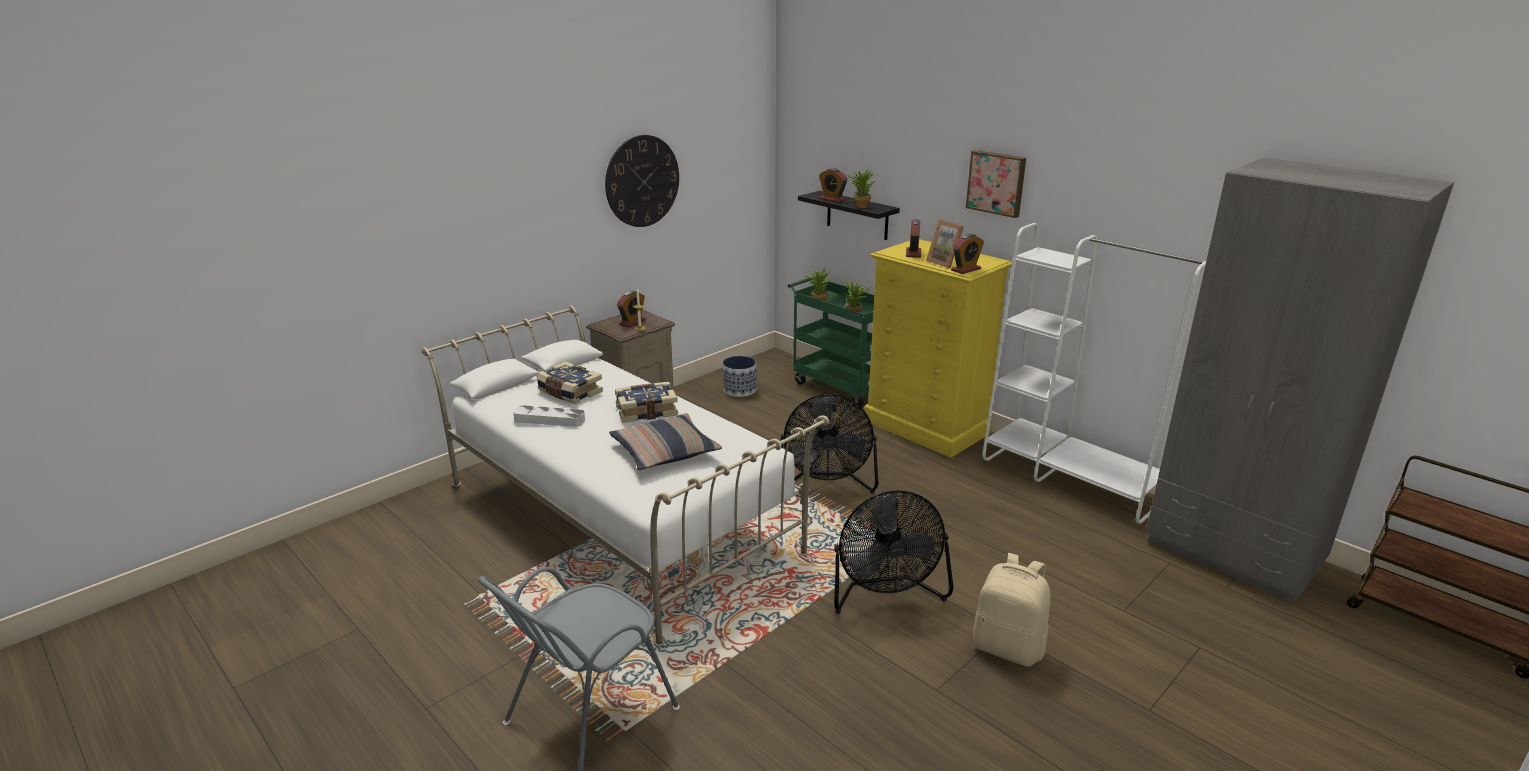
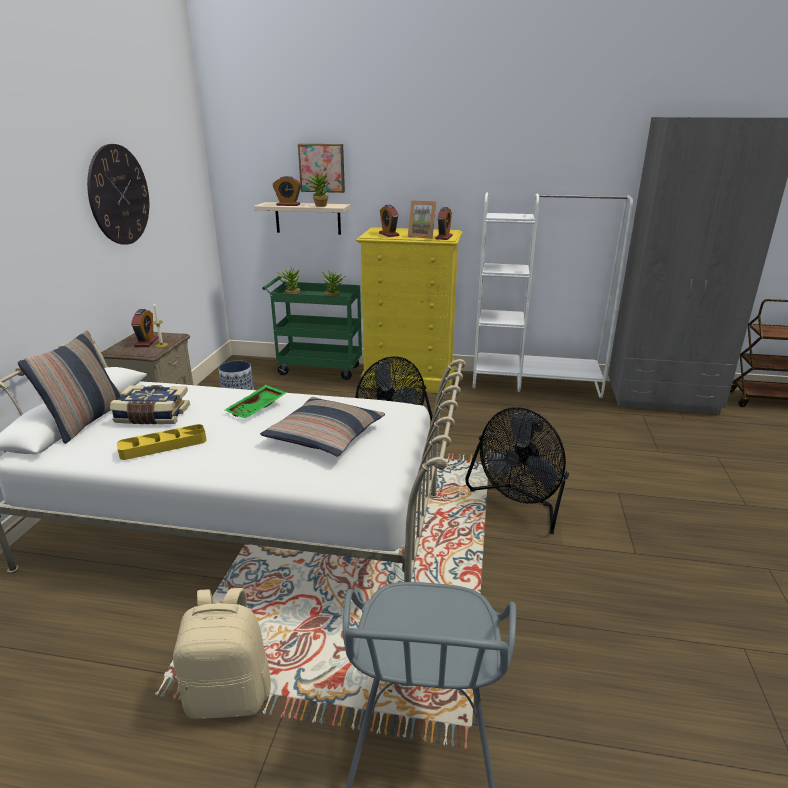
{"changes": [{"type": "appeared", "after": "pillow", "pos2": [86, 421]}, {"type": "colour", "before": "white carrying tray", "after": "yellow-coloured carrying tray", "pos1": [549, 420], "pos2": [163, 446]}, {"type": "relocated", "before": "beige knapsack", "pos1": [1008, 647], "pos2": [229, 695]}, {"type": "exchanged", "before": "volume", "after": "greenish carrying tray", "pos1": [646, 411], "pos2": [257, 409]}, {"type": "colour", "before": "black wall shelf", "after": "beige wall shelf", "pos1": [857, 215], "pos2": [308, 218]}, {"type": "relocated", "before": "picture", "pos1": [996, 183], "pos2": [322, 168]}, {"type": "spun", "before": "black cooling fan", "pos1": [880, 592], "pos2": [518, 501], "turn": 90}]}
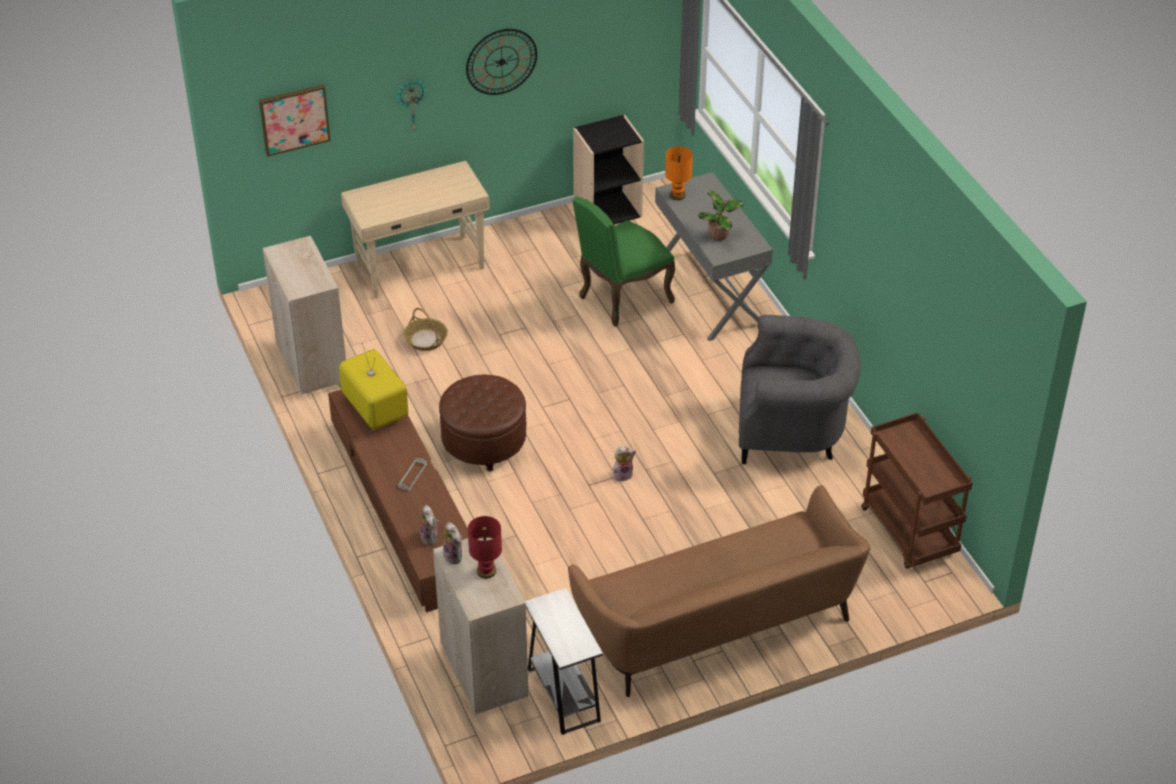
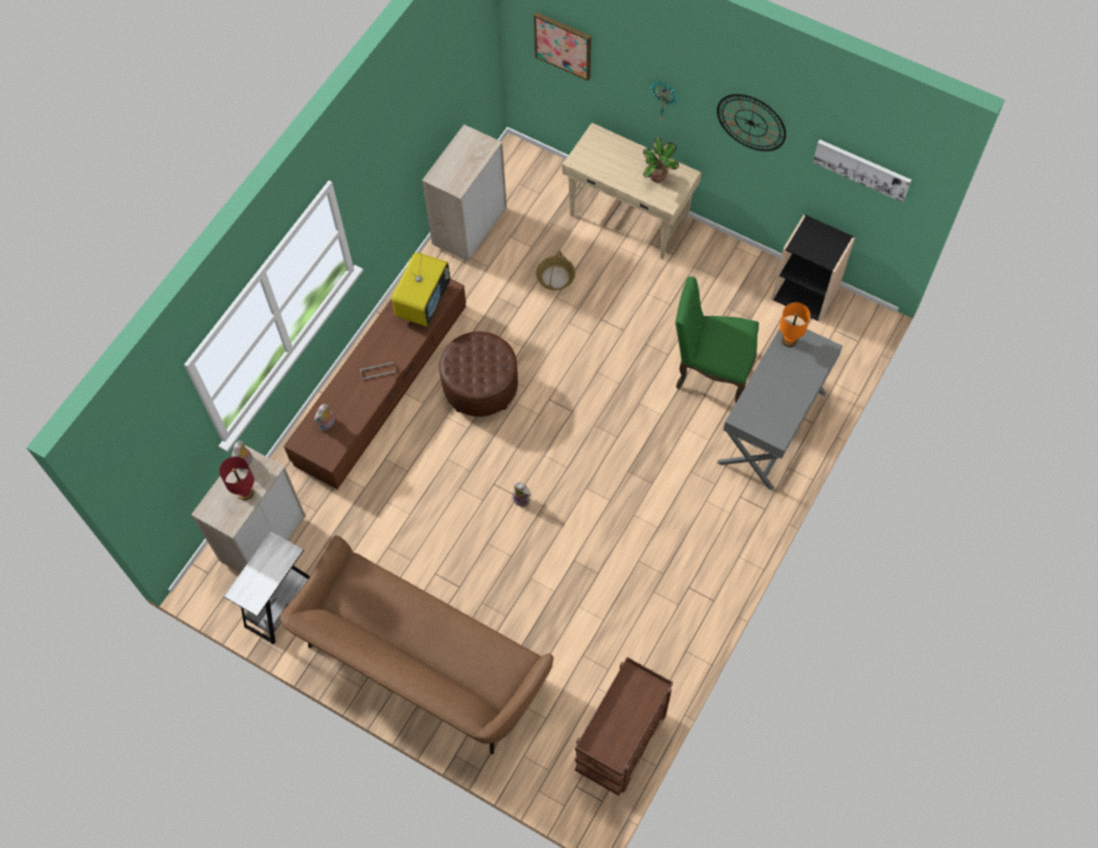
{"changes": [{"type": "relocated", "before": "potted plant", "pos1": [720, 236], "pos2": [658, 177]}, {"type": "appeared", "after": "picture", "pos2": [862, 169]}, {"type": "missing", "before": "grey easy chair", "pos1": [792, 433]}]}
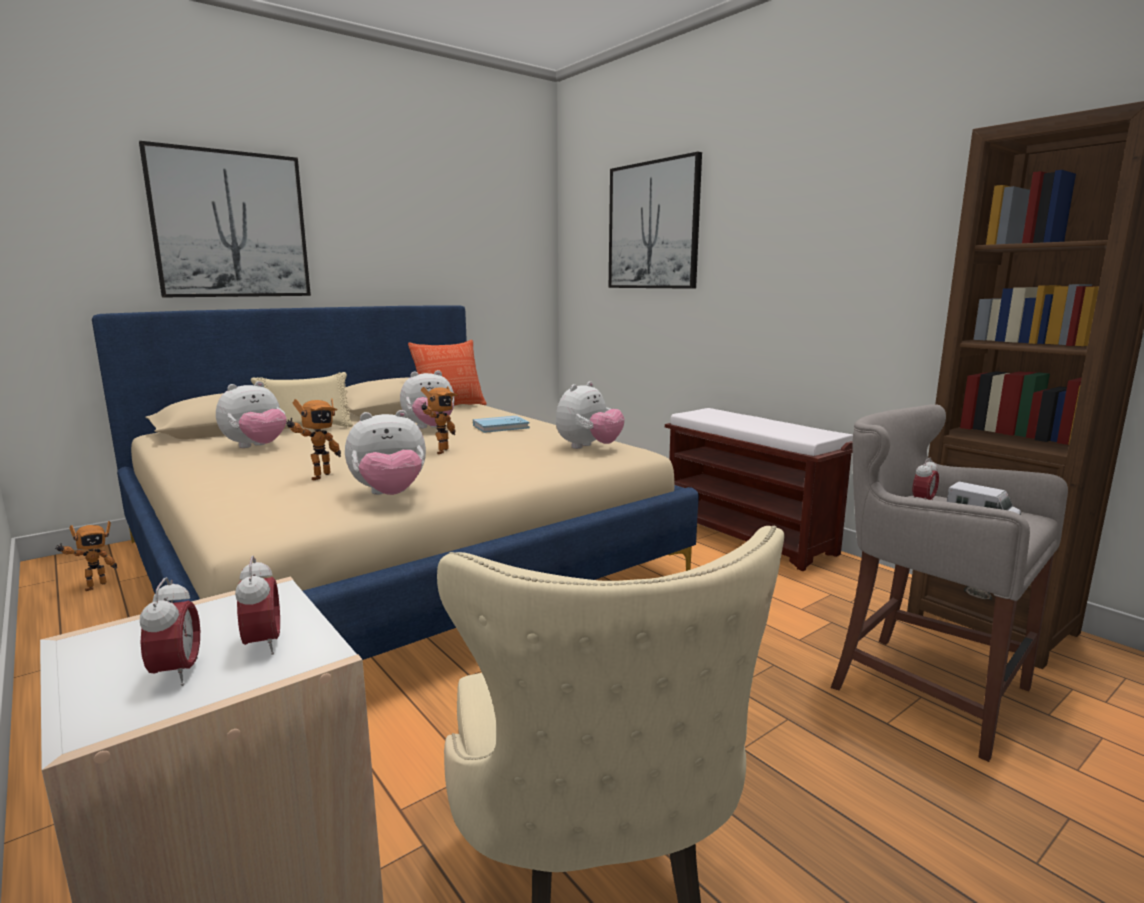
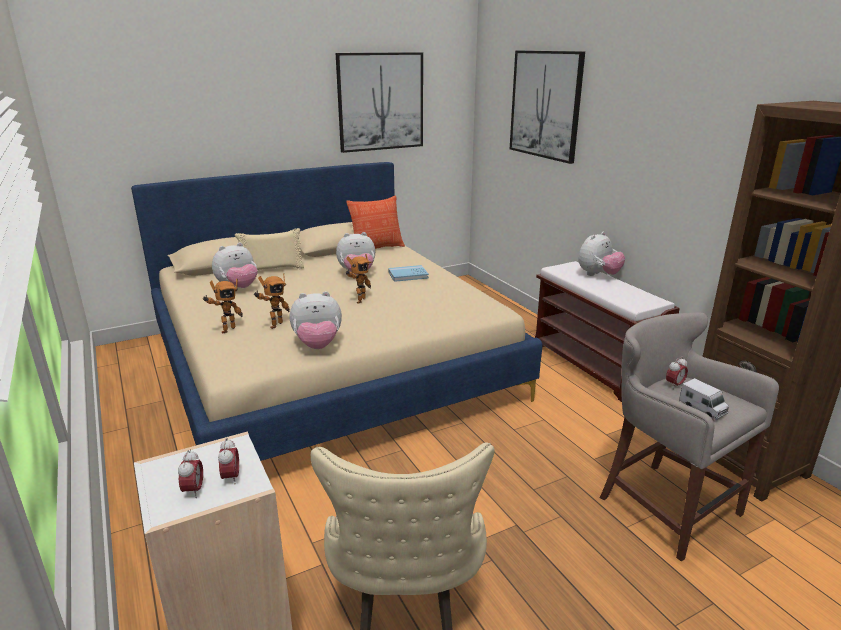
{"changes": [{"type": "relocated", "before": "toy robot", "pos1": [94, 586], "pos2": [227, 329]}, {"type": "relocated", "before": "picture", "pos1": [231, 225], "pos2": [380, 102]}, {"type": "relocated", "before": "cuddly toy", "pos1": [588, 447], "pos2": [598, 275]}]}
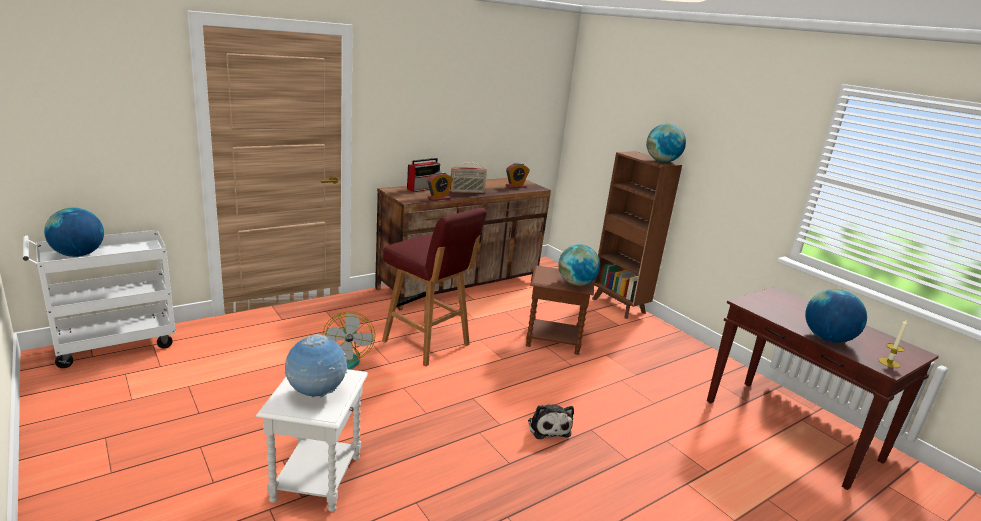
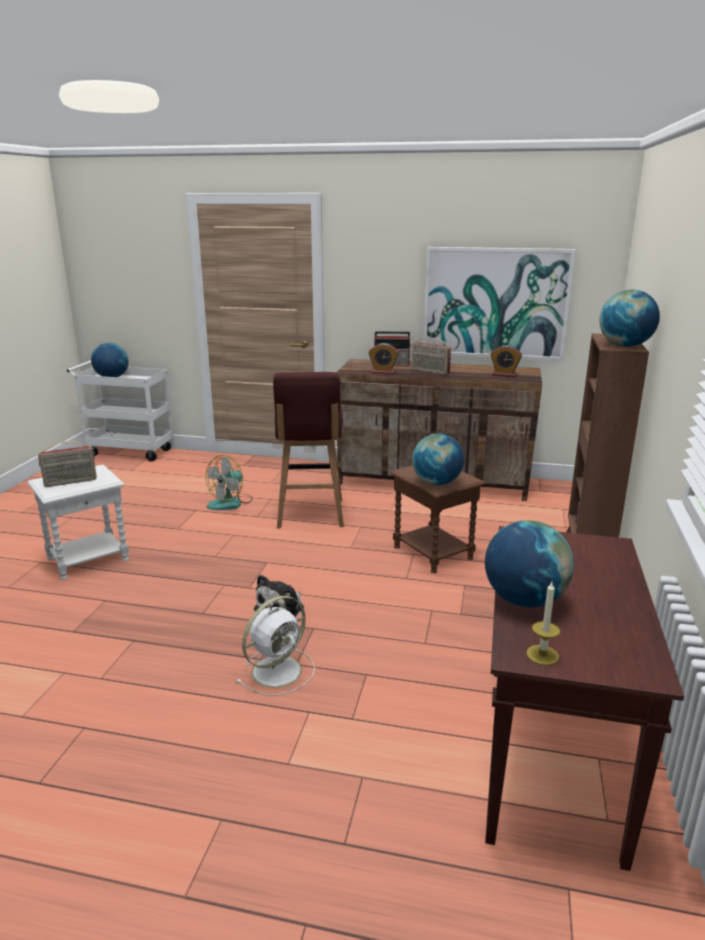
{"changes": [{"type": "exchanged", "before": "desk globe", "after": "radio set", "pos1": [316, 394], "pos2": [70, 482]}, {"type": "appeared", "after": "white cooling fan", "pos2": [278, 670]}, {"type": "appeared", "after": "picture", "pos2": [495, 303]}]}
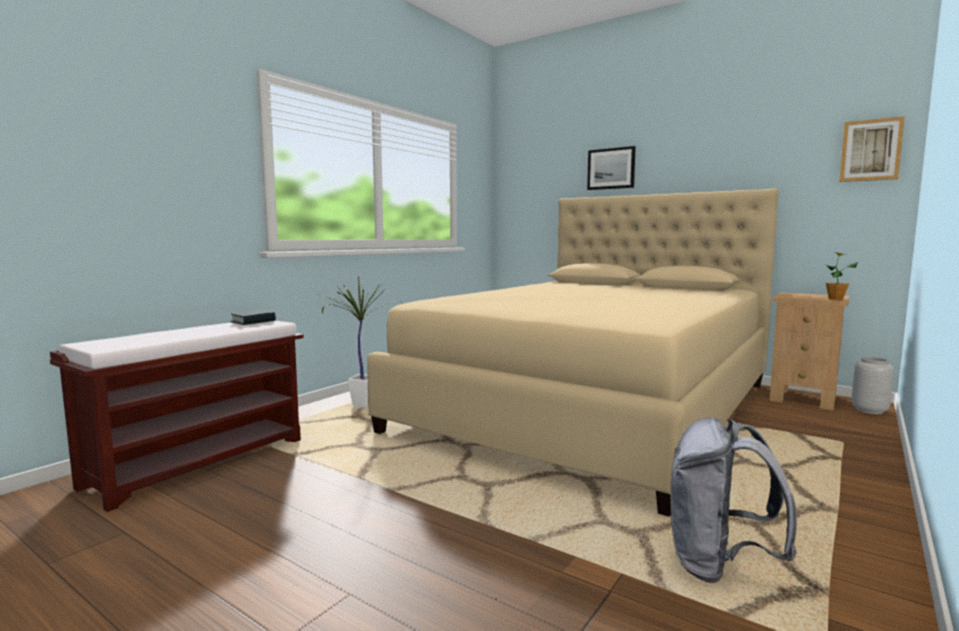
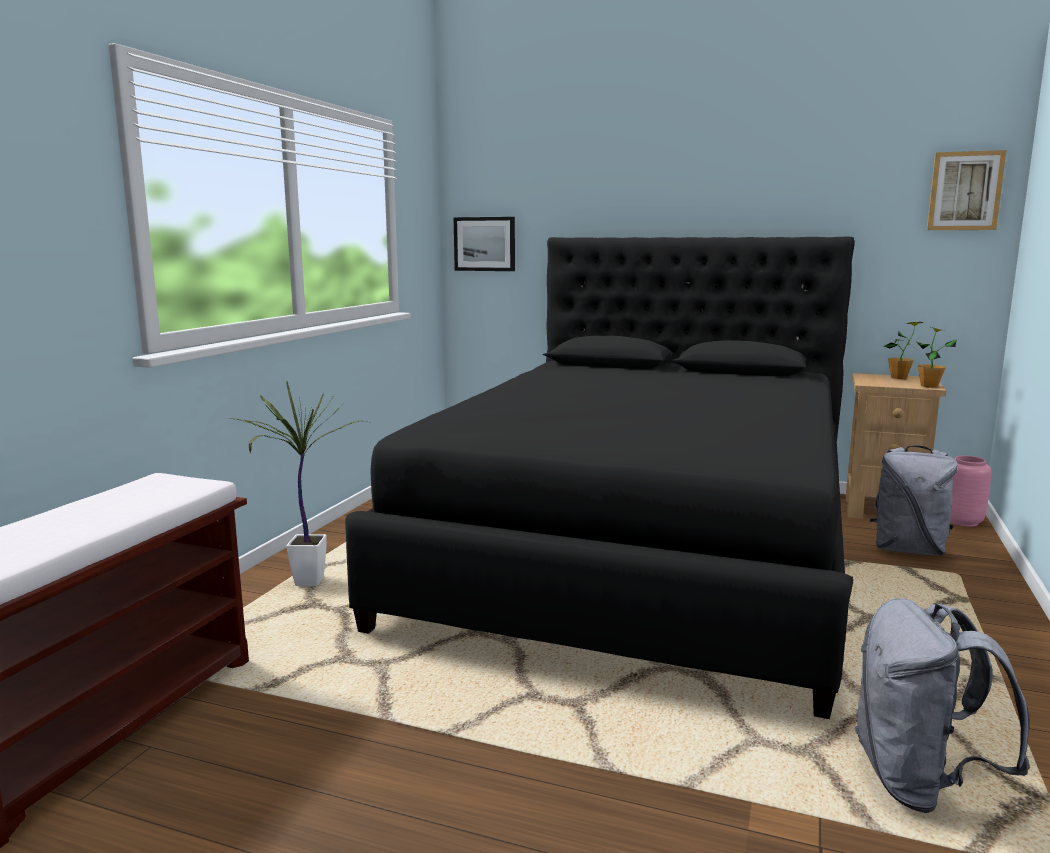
{"changes": [{"type": "colour", "before": "beige bedroom bed", "after": "black bedroom bed", "pos1": [594, 406], "pos2": [642, 549]}, {"type": "relocated", "before": "picture", "pos1": [611, 168], "pos2": [485, 244]}, {"type": "appeared", "after": "grey knapsack", "pos2": [908, 549]}, {"type": "appeared", "after": "potted plant", "pos2": [899, 378]}, {"type": "colour", "before": "grey flower vase", "after": "pink-coloured flower vase", "pos1": [869, 410], "pos2": [961, 521]}, {"type": "missing", "before": "volume", "pos1": [253, 321]}]}
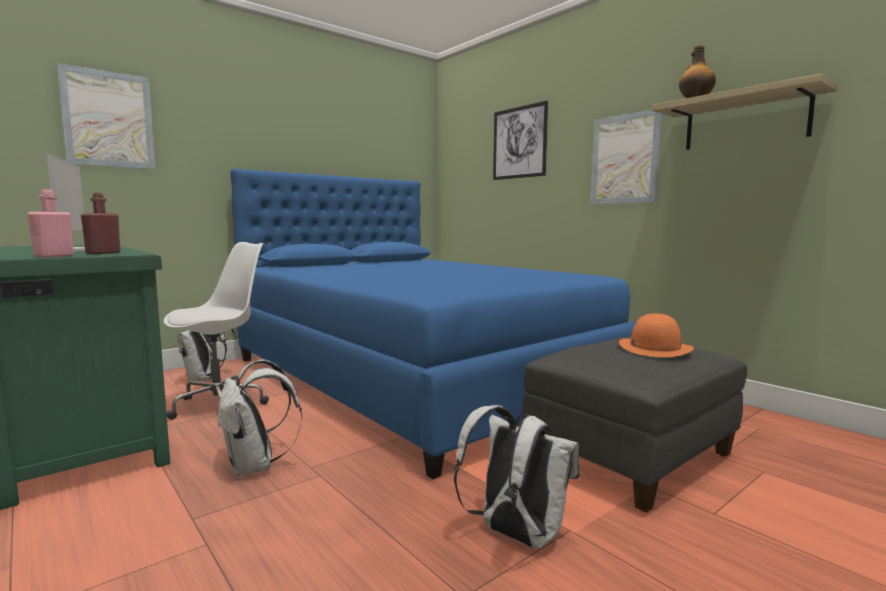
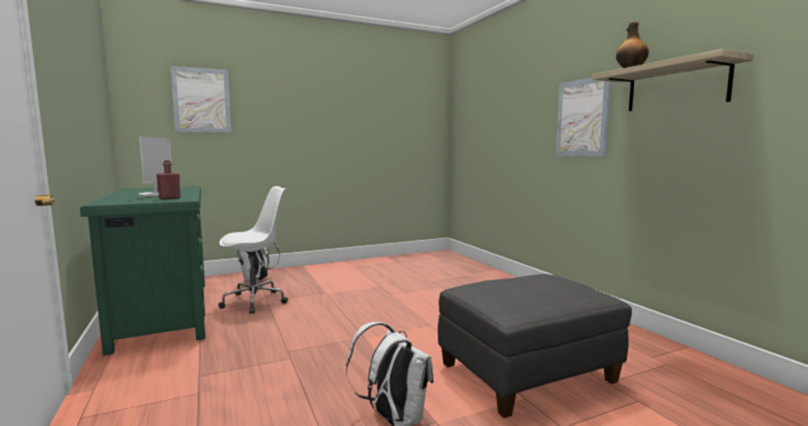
{"changes": [{"type": "missing", "before": "pink-coloured drink bottle", "pos1": [54, 256]}, {"type": "missing", "before": "white knapsack", "pos1": [255, 466]}, {"type": "missing", "before": "bluish bedroom bed", "pos1": [419, 375]}, {"type": "missing", "before": "picture", "pos1": [519, 142]}, {"type": "missing", "before": "orange-coloured hat", "pos1": [655, 348]}]}
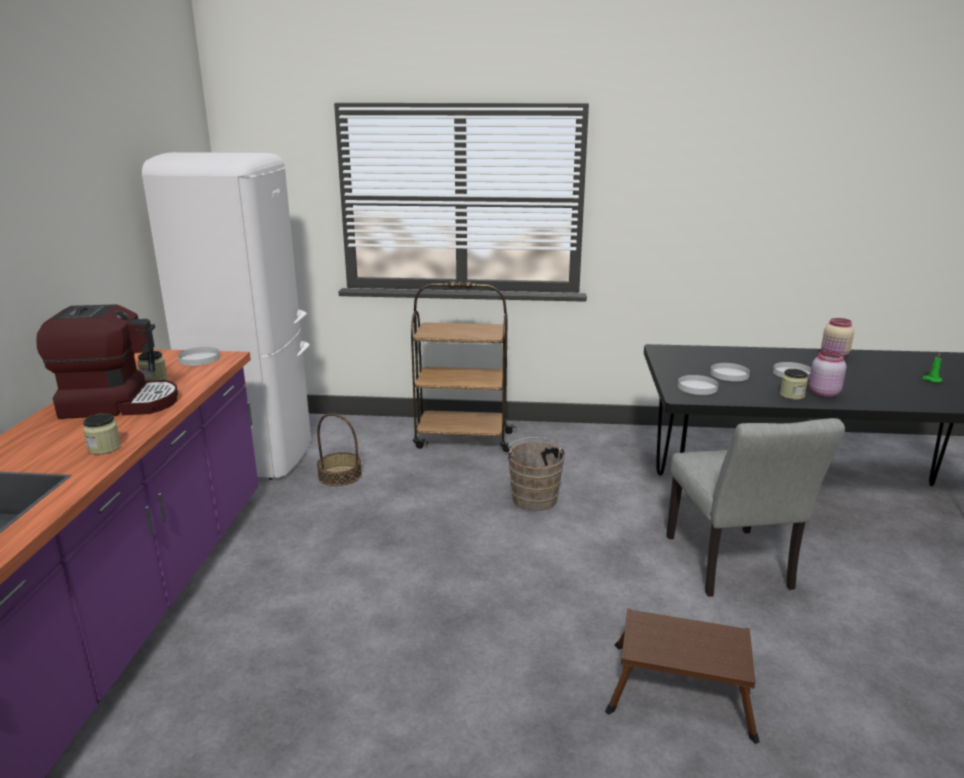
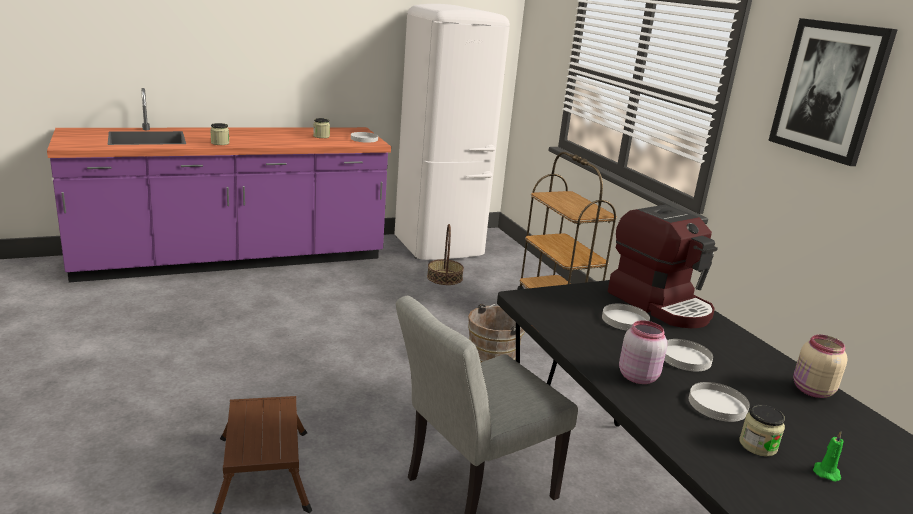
{"changes": [{"type": "relocated", "before": "coffee brewer", "pos1": [119, 403], "pos2": [660, 304]}, {"type": "relocated", "before": "white plate", "pos1": [697, 387], "pos2": [718, 405]}, {"type": "relocated", "before": "jar", "pos1": [792, 395], "pos2": [757, 445]}, {"type": "appeared", "after": "picture", "pos2": [829, 90]}]}
